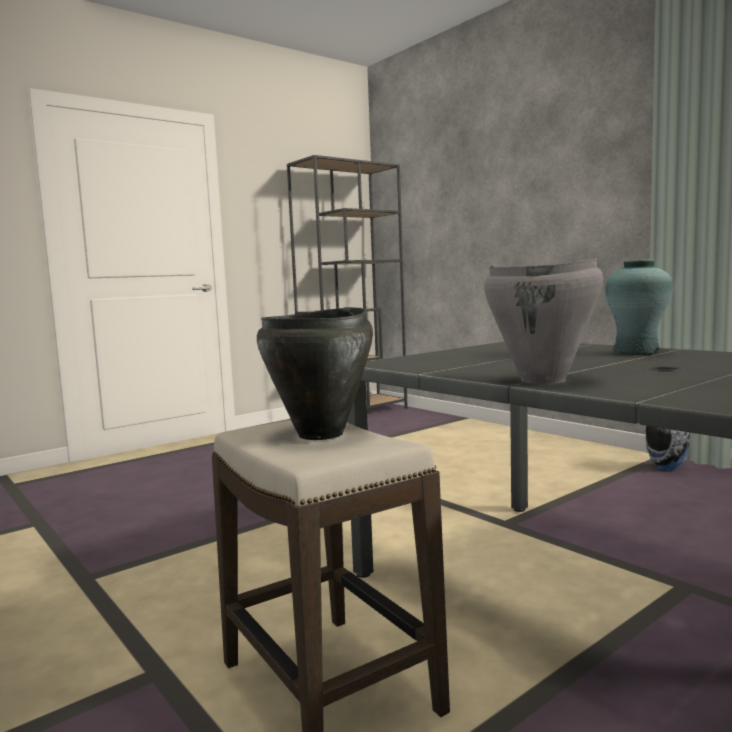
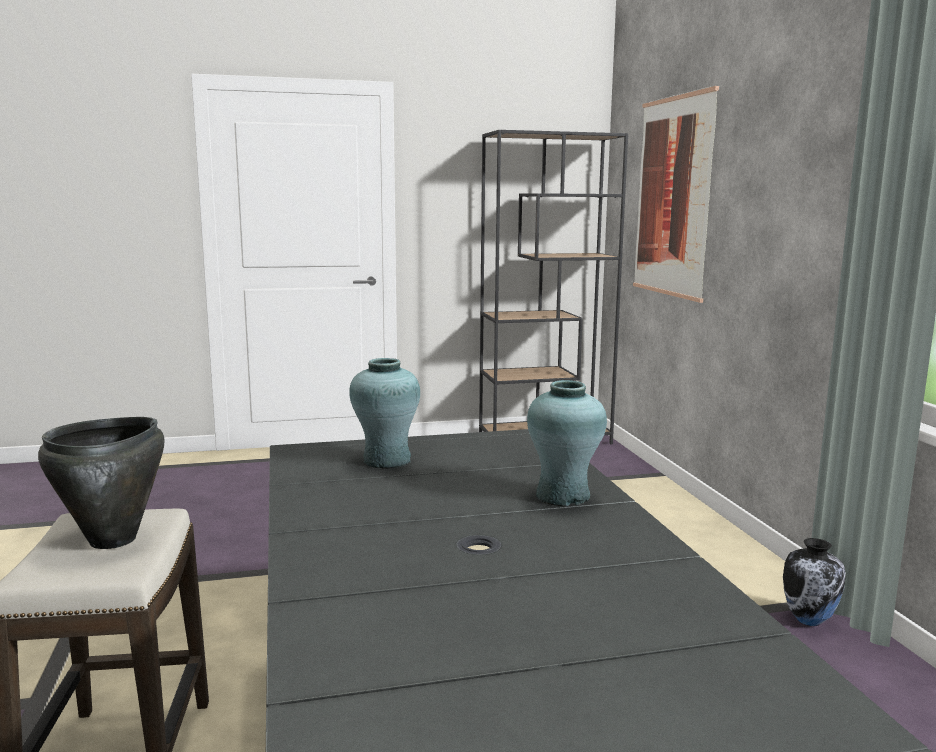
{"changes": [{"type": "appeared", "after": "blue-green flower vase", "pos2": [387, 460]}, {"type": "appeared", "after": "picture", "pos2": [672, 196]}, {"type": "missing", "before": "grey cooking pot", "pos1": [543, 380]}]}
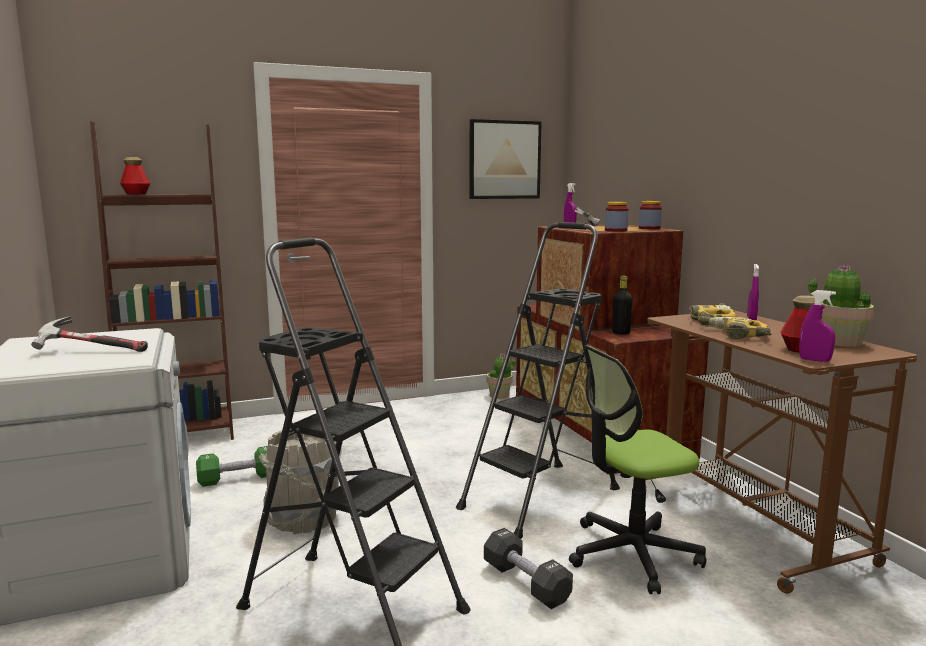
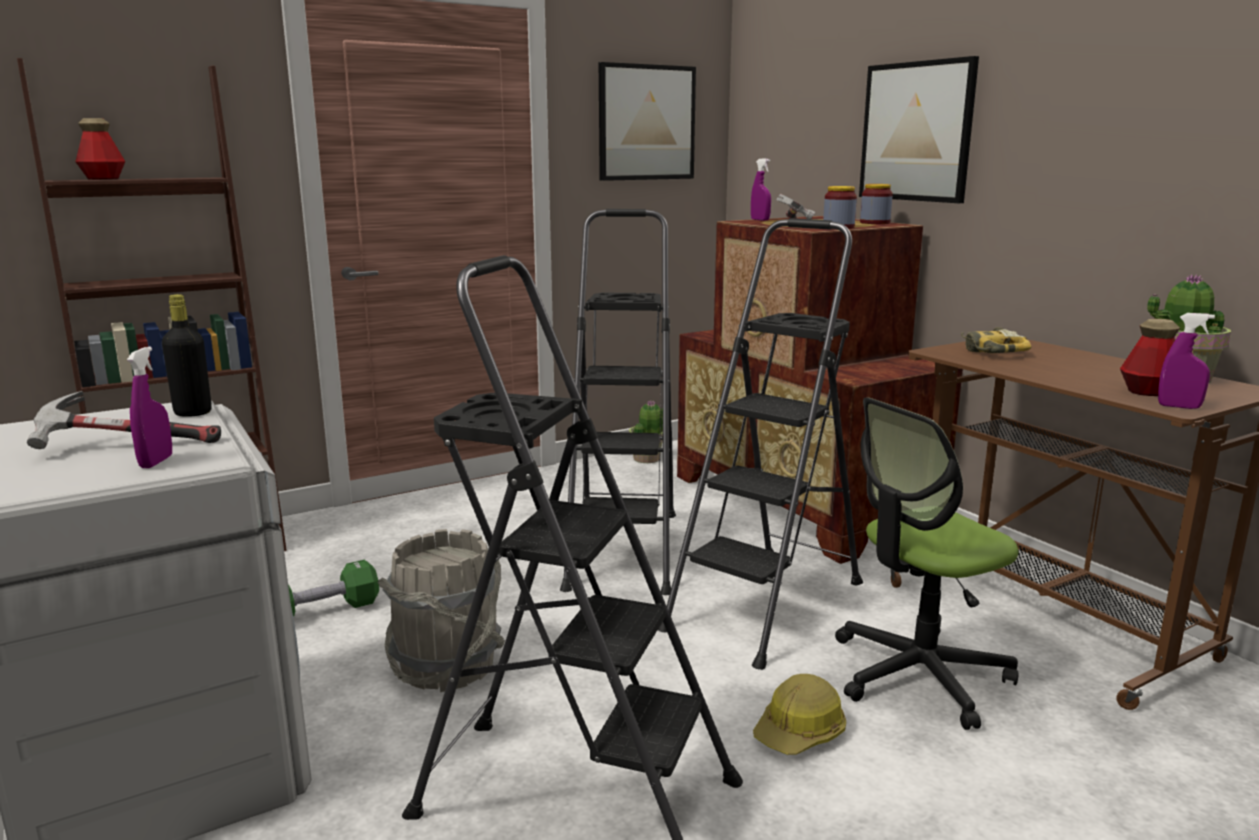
{"changes": [{"type": "relocated", "before": "purple hand sprayer", "pos1": [751, 318], "pos2": [156, 462]}, {"type": "relocated", "before": "black drink bottle", "pos1": [621, 333], "pos2": [193, 413]}, {"type": "appeared", "after": "stepladder", "pos2": [623, 548]}, {"type": "exchanged", "before": "black free weight", "after": "work helmet", "pos1": [526, 583], "pos2": [800, 732]}, {"type": "appeared", "after": "picture", "pos2": [916, 132]}, {"type": "missing", "before": "electric drill", "pos1": [732, 335]}]}
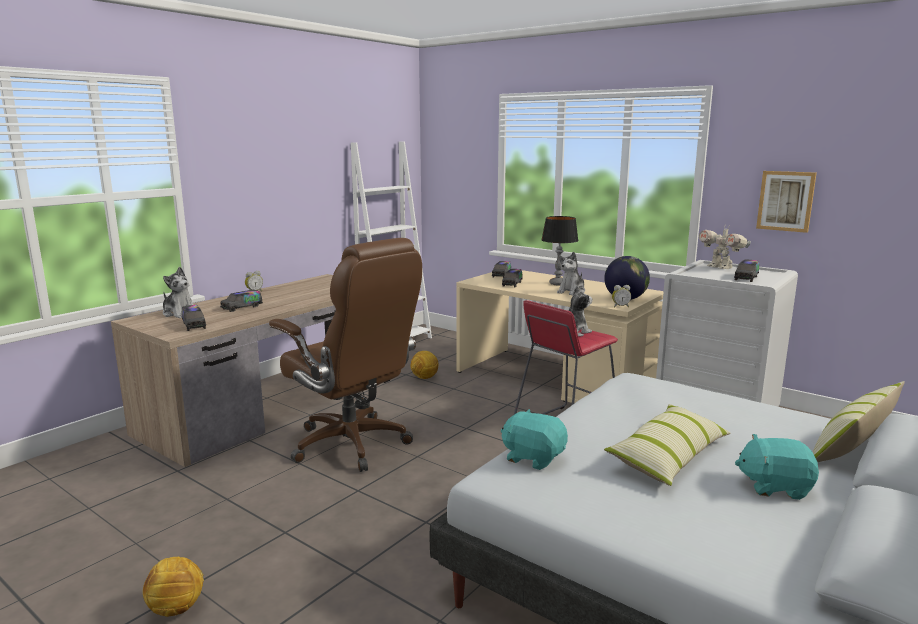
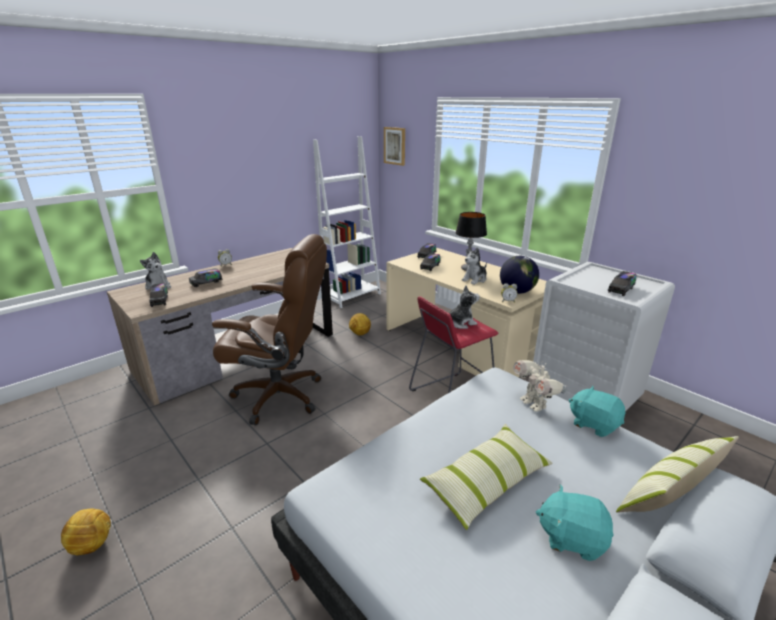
{"changes": [{"type": "spun", "before": "brownish computer chair", "pos1": [352, 445], "pos2": [280, 396], "turn": -45}, {"type": "relocated", "before": "picture", "pos1": [786, 201], "pos2": [395, 146]}, {"type": "relocated", "before": "toy robot", "pos1": [720, 268], "pos2": [534, 404]}, {"type": "relocated", "before": "blue-green cuddly toy", "pos1": [533, 457], "pos2": [594, 424]}]}
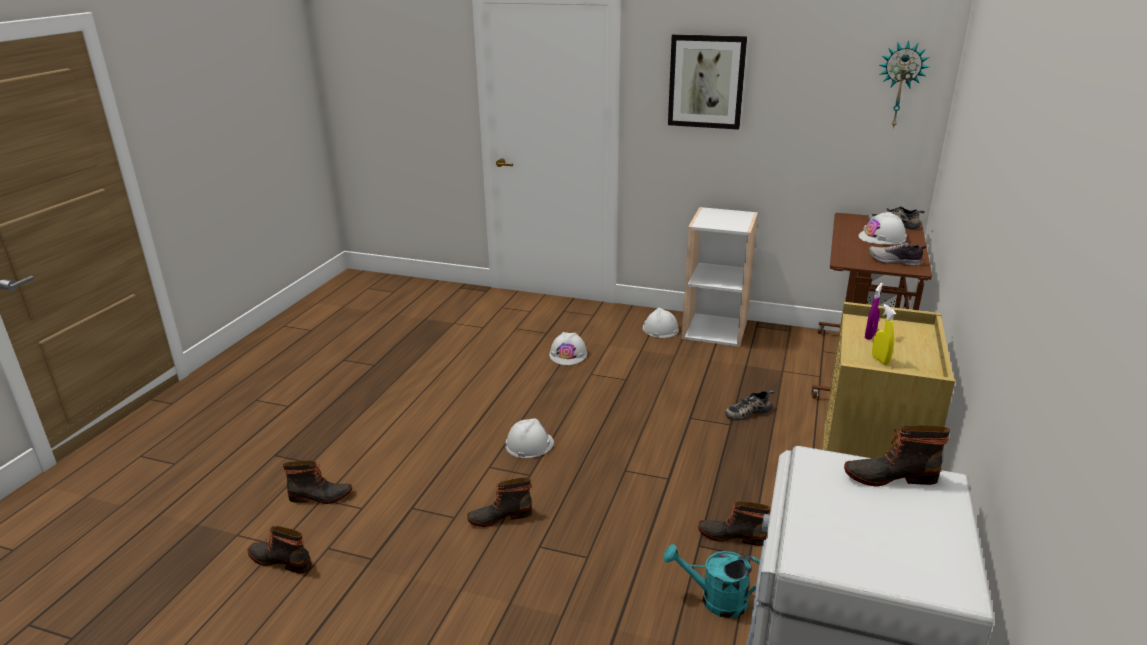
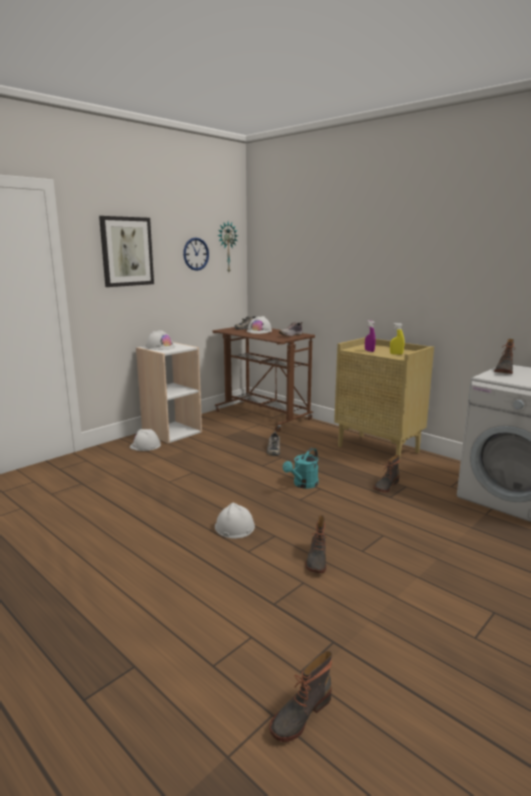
{"changes": [{"type": "relocated", "before": "white work helmet", "pos1": [568, 354], "pos2": [160, 347]}, {"type": "appeared", "after": "hanging clock", "pos2": [196, 254]}, {"type": "relocated", "before": "blue-green watering can", "pos1": [715, 600], "pos2": [303, 485]}, {"type": "missing", "before": "high-top boot", "pos1": [320, 496]}]}
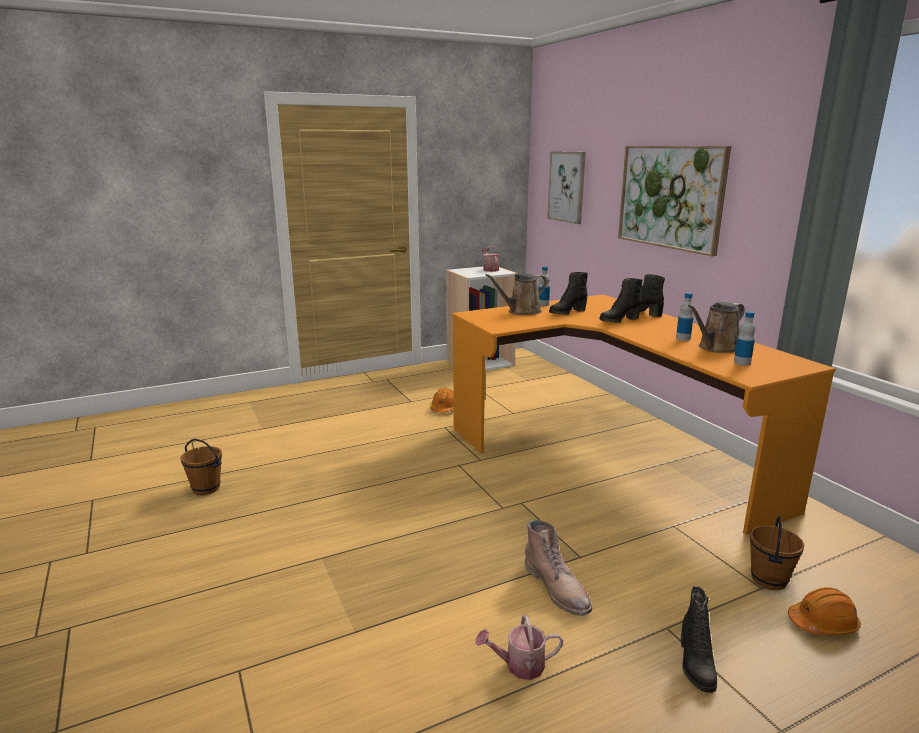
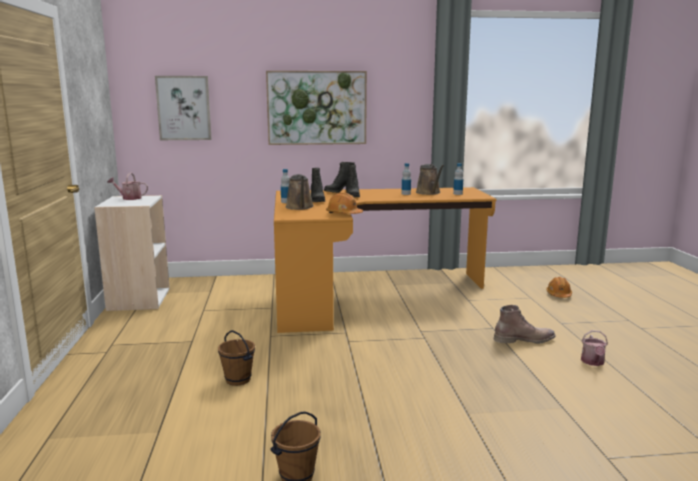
{"changes": [{"type": "relocated", "before": "brownish water bucket", "pos1": [769, 580], "pos2": [238, 379]}, {"type": "relocated", "before": "orange-coloured work helmet", "pos1": [444, 408], "pos2": [343, 214]}, {"type": "missing", "before": "black high-top boot", "pos1": [695, 664]}]}
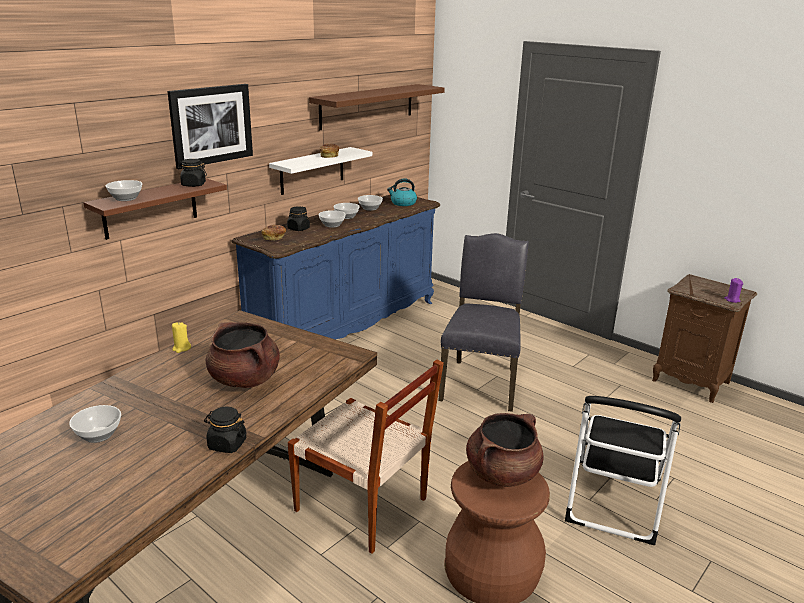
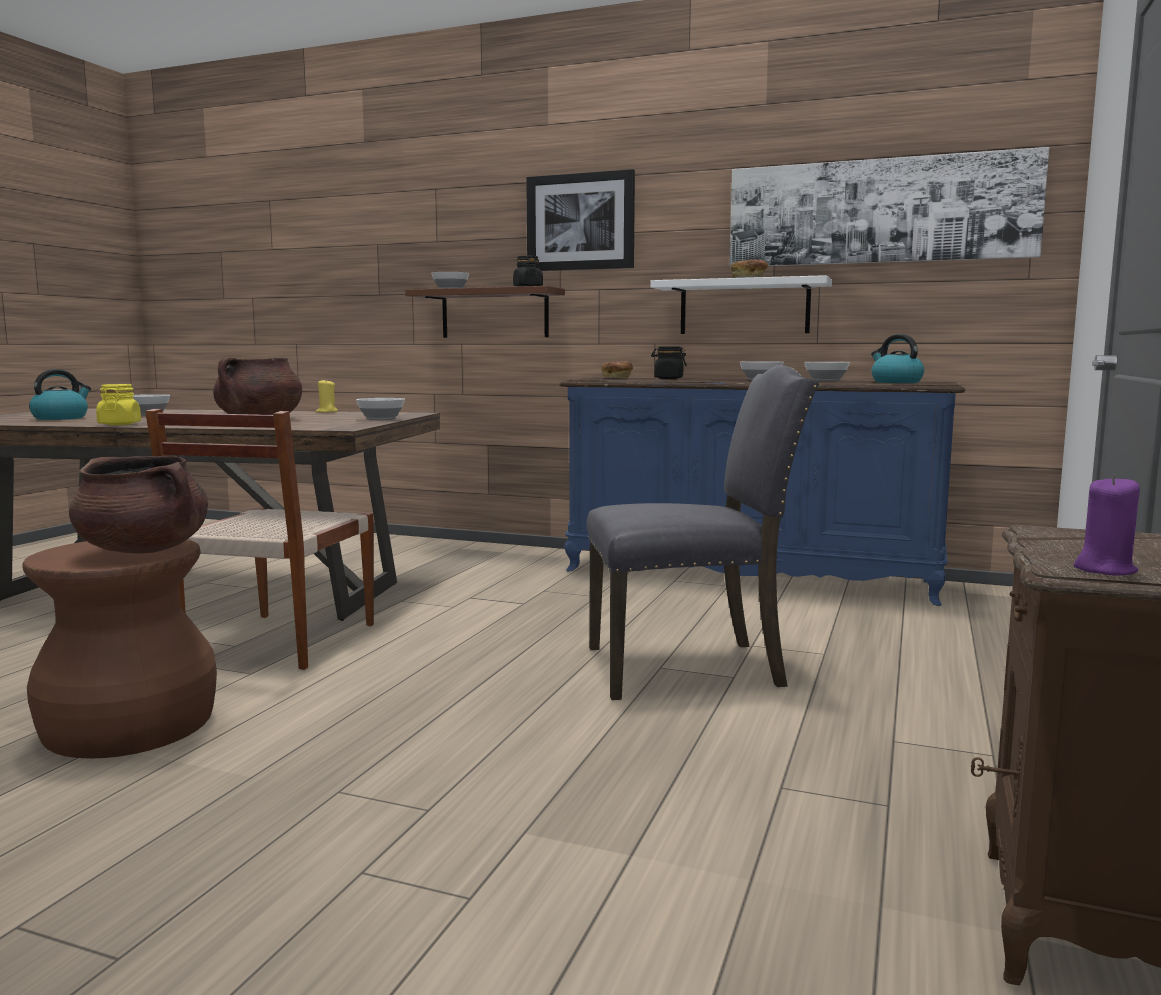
{"changes": [{"type": "appeared", "after": "kettle", "pos2": [61, 418]}, {"type": "colour", "before": "black jar", "after": "yellow-coloured jar", "pos1": [227, 444], "pos2": [119, 424]}, {"type": "relocated", "before": "deep dish", "pos1": [332, 225], "pos2": [382, 419]}, {"type": "exchanged", "before": "brownish wall shelf", "after": "picture", "pos1": [367, 106], "pos2": [879, 211]}, {"type": "missing", "before": "stepladder", "pos1": [612, 502]}]}
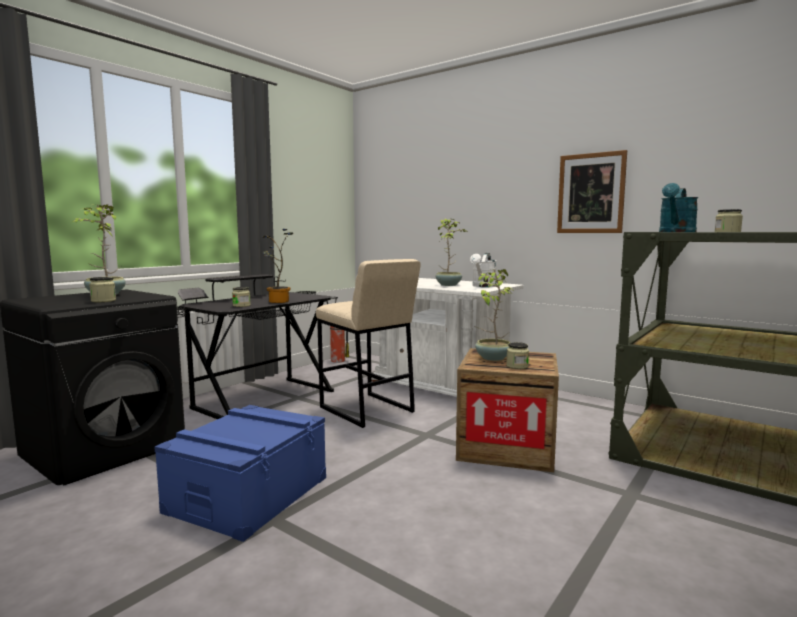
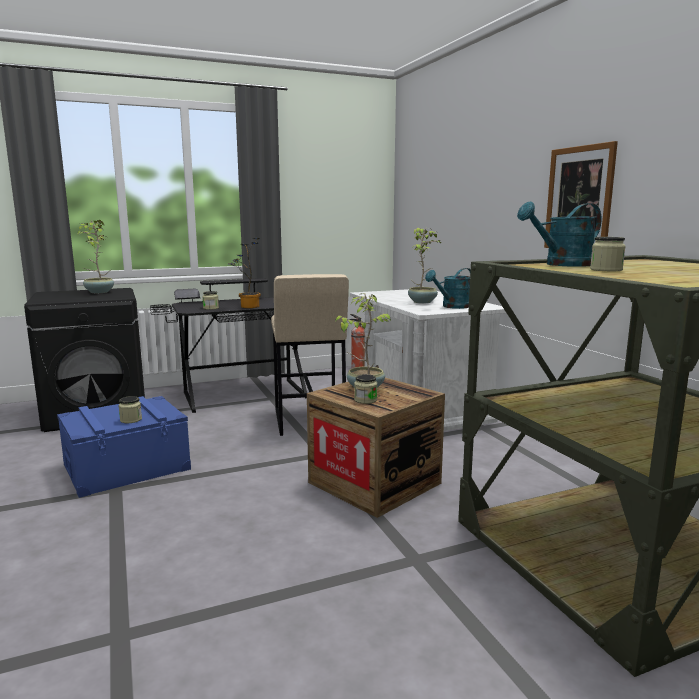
{"changes": [{"type": "relocated", "before": "jar", "pos1": [103, 301], "pos2": [131, 420]}, {"type": "colour", "before": "white watering can", "after": "blue-green watering can", "pos1": [483, 286], "pos2": [452, 307]}]}
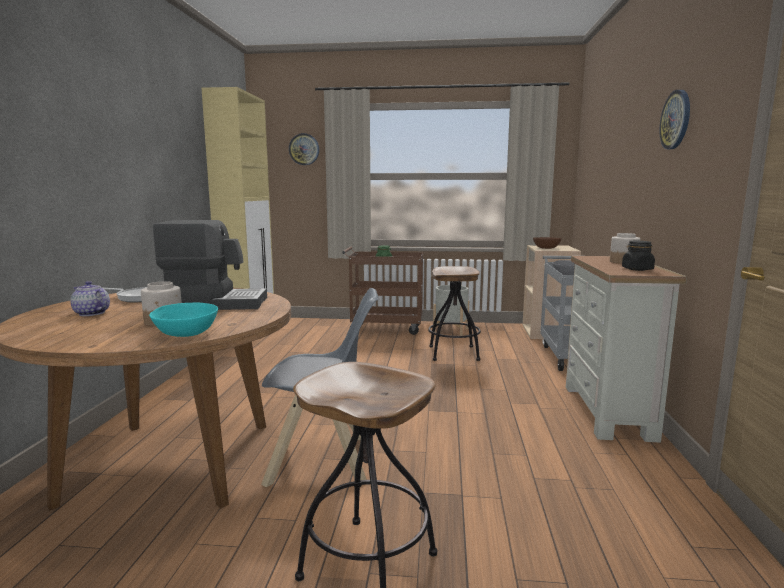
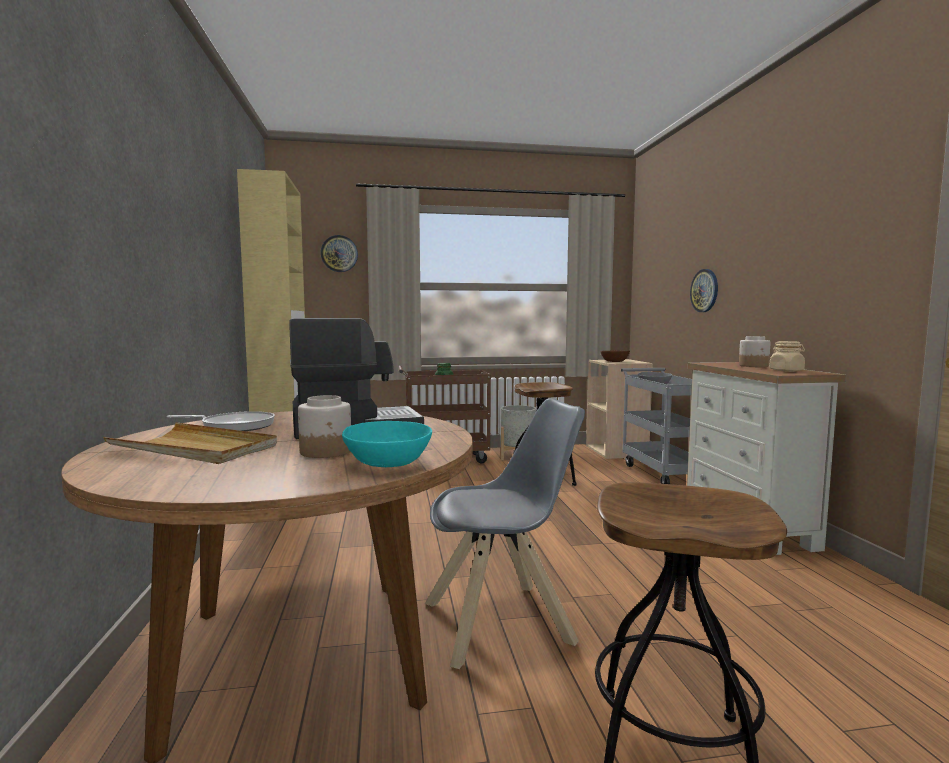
{"changes": [{"type": "exchanged", "before": "tea pot", "after": "beige carrying tray", "pos1": [91, 313], "pos2": [195, 448]}, {"type": "relocated", "before": "hanging clock", "pos1": [676, 120], "pos2": [705, 290]}, {"type": "colour", "before": "black jar", "after": "beige jar", "pos1": [637, 269], "pos2": [786, 370]}]}
